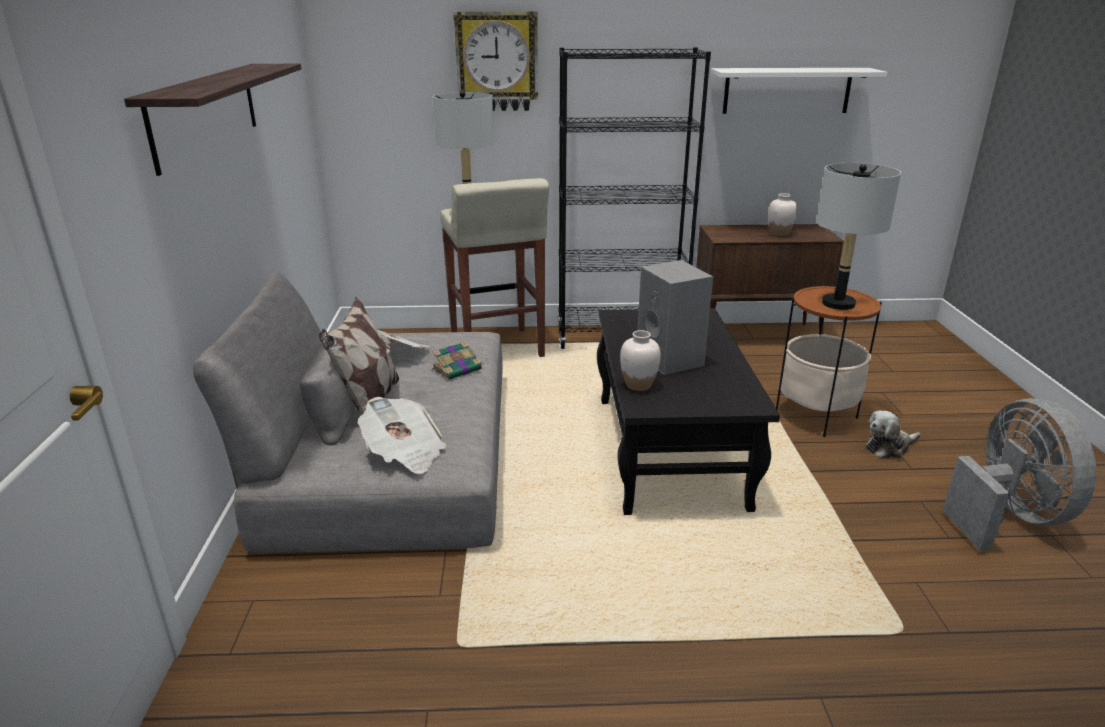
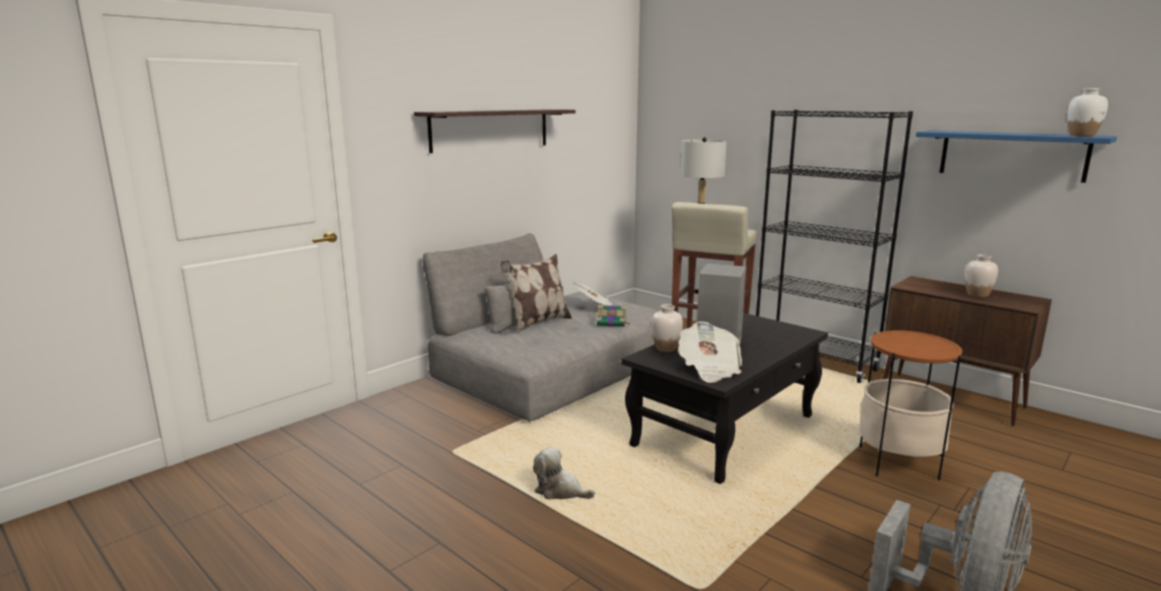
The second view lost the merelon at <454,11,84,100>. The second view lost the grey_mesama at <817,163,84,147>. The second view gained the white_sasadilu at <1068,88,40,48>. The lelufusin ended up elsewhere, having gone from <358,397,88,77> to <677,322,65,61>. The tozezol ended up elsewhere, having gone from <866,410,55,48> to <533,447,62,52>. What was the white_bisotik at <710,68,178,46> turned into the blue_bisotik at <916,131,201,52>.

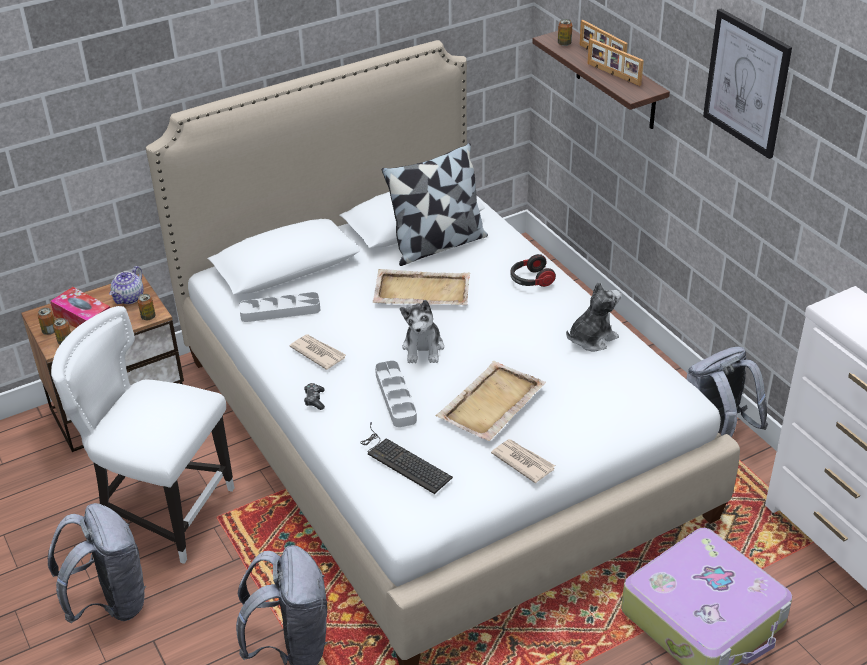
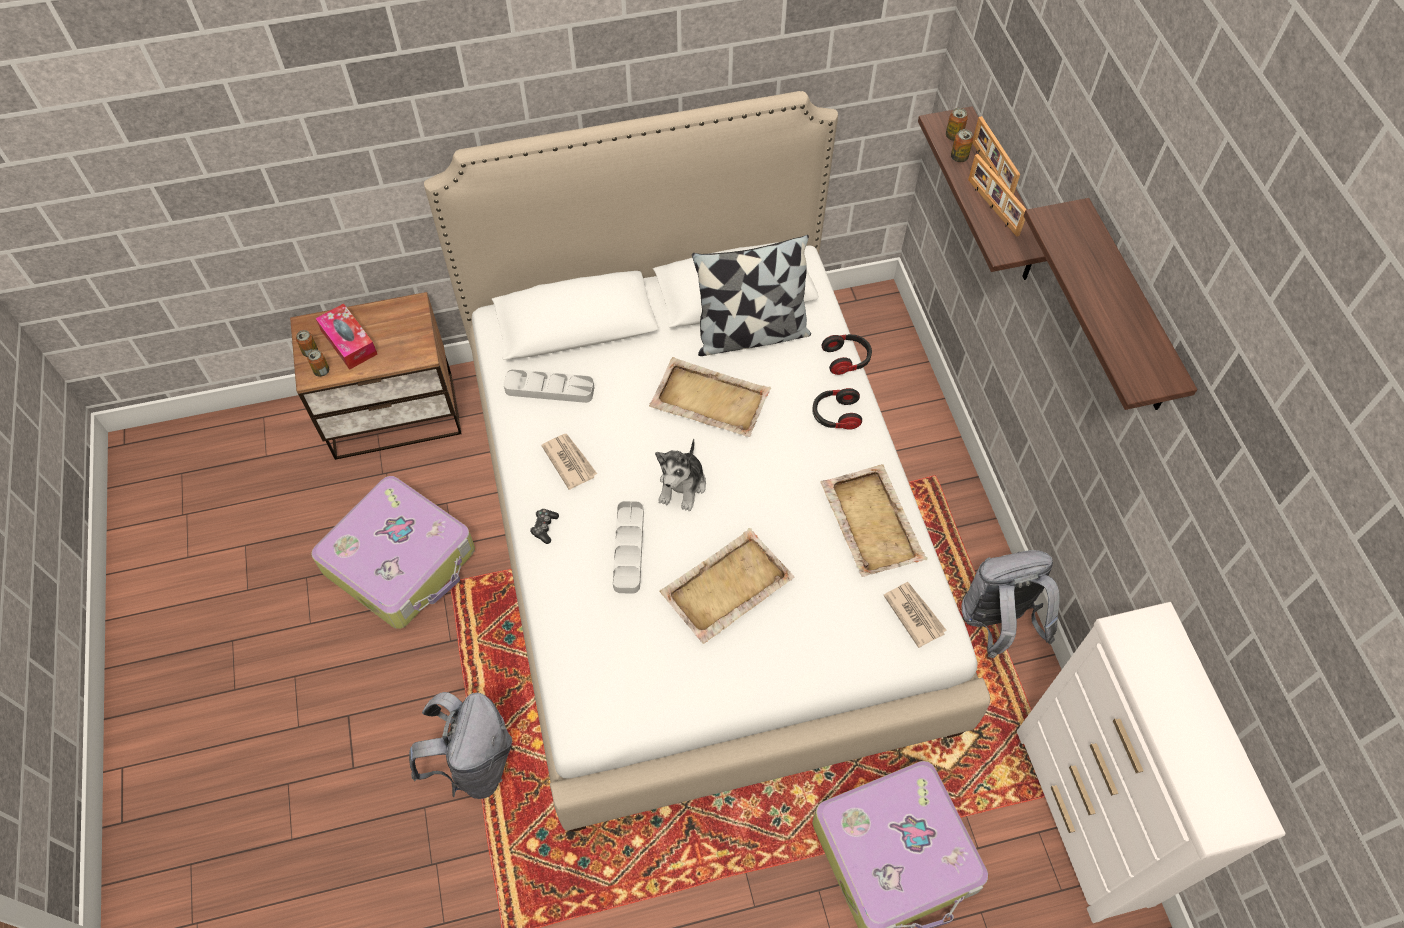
The second view lost the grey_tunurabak at <48,503,98,120>. The second view lost the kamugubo at <109,266,35,38>. The second view lost the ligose at <360,422,93,72>. The second view gained the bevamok at <822,334,50,41>. The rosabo ended up elsewhere, having gone from <137,294,19,26> to <951,129,22,33>. The lelufusin ended up elsewhere, having gone from <491,439,64,44> to <883,582,64,66>. Where the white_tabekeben stood at <51,306,183,258>, the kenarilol came to stand at <311,476,164,153>. Where the tozezol stood at <566,282,55,70>, the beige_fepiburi came to stand at <820,464,108,113>. Where the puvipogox hung at <703,9,89,150>, the bisotik came to hang at <1024,198,173,212>.

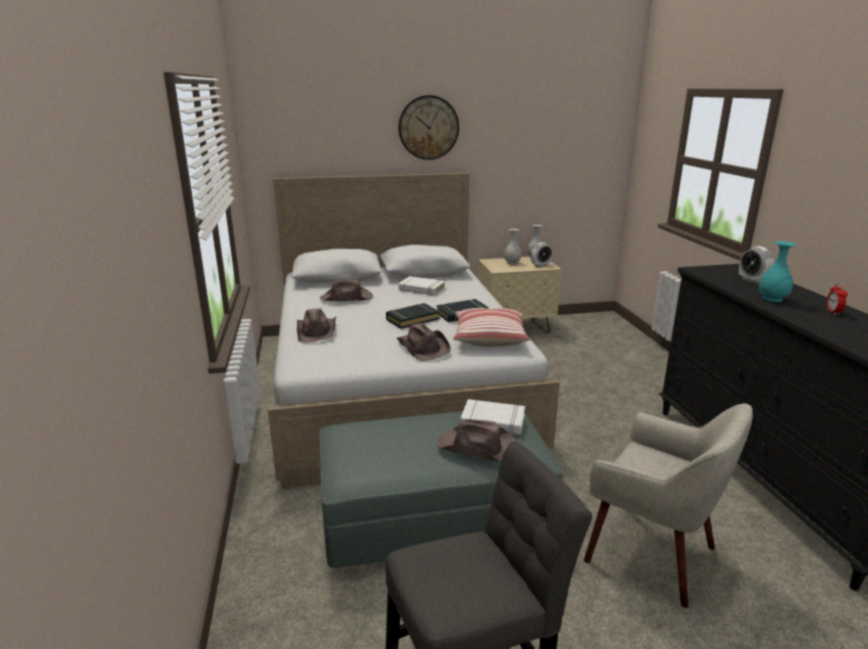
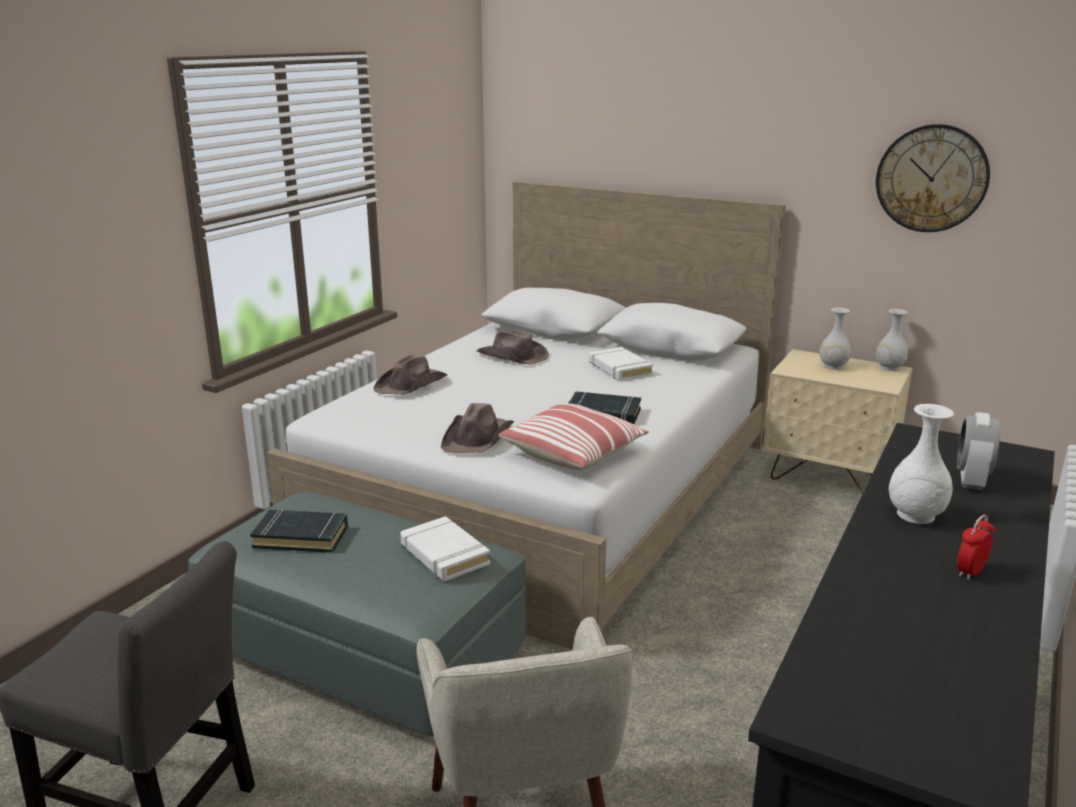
The second view lost the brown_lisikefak at <437,419,79,42>. The second view lost the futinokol at <531,242,21,25>. The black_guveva ended up elsewhere, having gone from <386,303,54,26> to <250,509,98,44>. The merelon ended up elsewhere, having gone from <398,95,61,65> to <876,124,114,108>. What was the turquoise_sasadilu at <759,241,37,61> turned into the white_sasadilu at <889,404,65,120>.

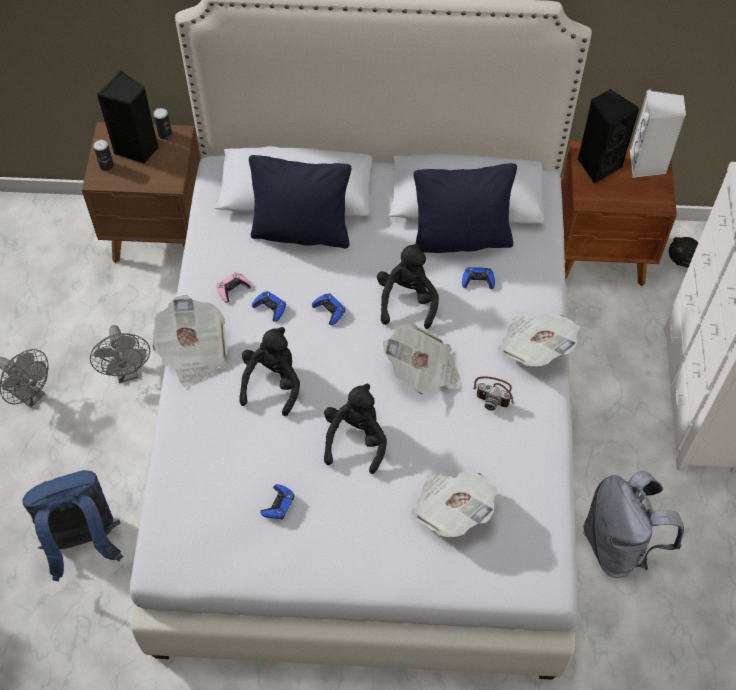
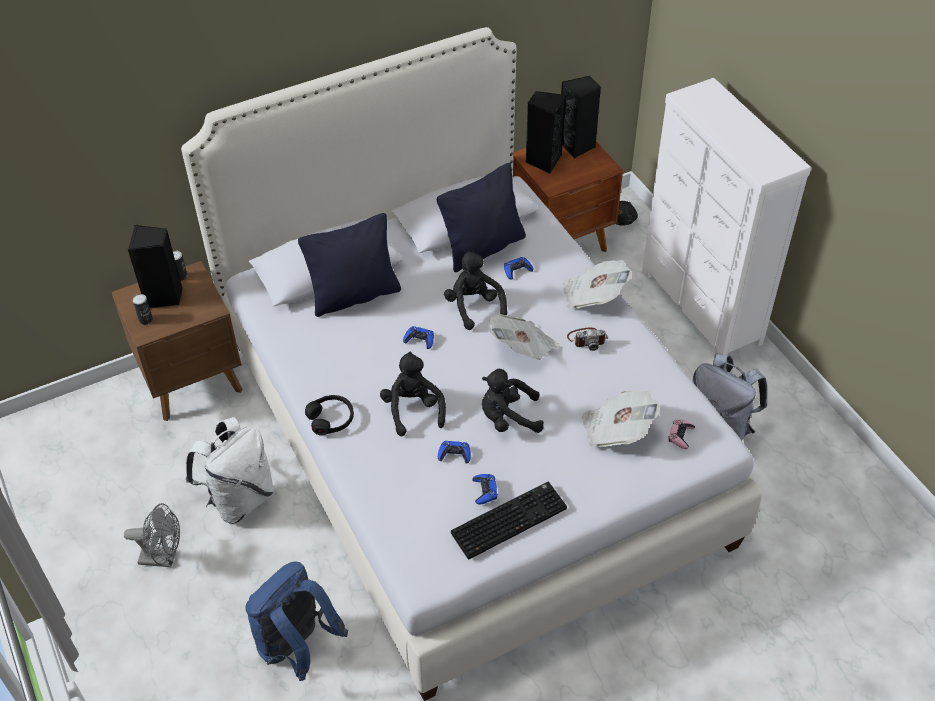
The second view gained the ligose at <451,482,116,78>. The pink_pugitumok ended up elsewhere, having gone from <217,272,34,31> to <668,419,27,30>. The blue_pugitumok ended up elsewhere, having gone from <252,291,34,31> to <438,441,33,23>. Where the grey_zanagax stood at <90,325,60,58>, the white_tunurabak came to stand at <186,417,89,107>. Where the lelufusin stood at <152,295,75,93>, the black_bevamok came to stand at <305,395,49,41>. What was the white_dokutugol at <630,89,56,89> turned into the black_dokutugol at <561,76,40,82>. The black_tozezol at <324,383,63,91> ended up facing another way, 75 degrees counterclockwise from before.

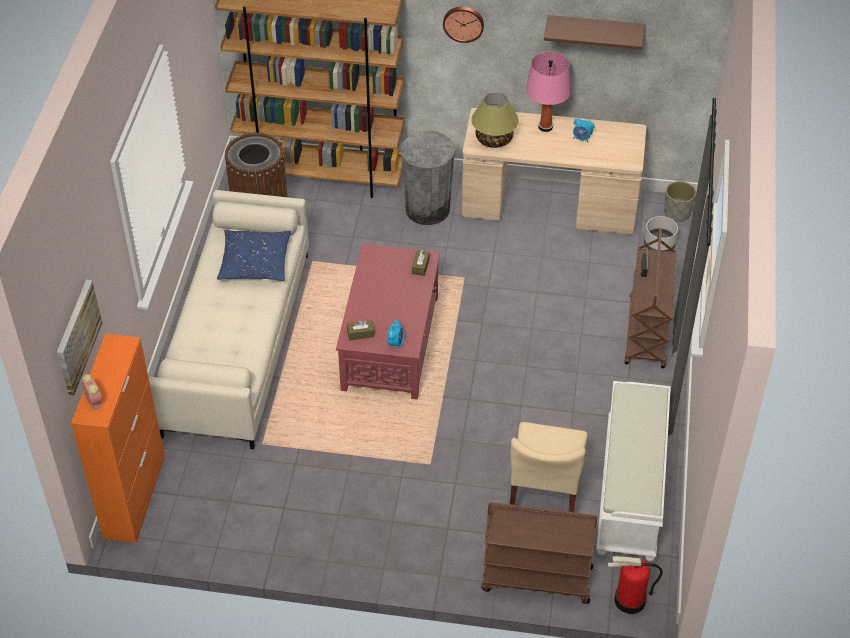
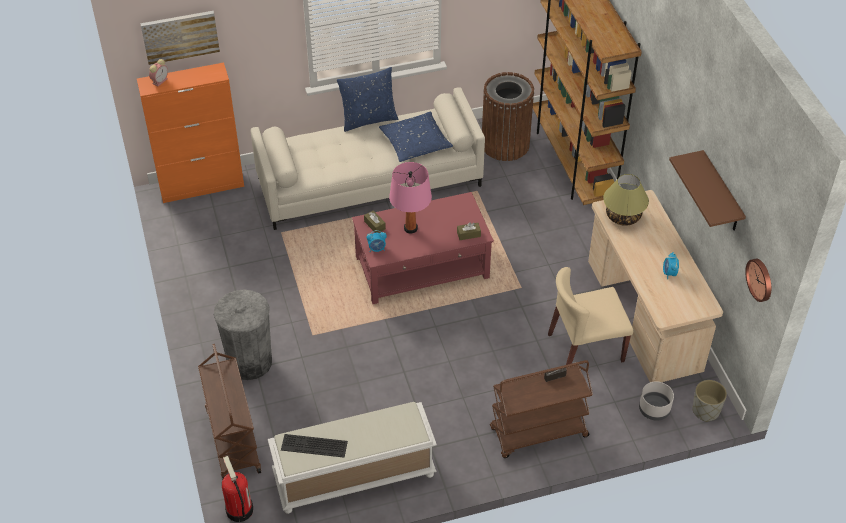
The second view gained the ligose at <281,434,67,24>. The second view gained the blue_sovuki at <337,67,61,65>. The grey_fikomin ended up elsewhere, having gone from <400,131,55,94> to <214,289,58,91>. The merelon ended up elsewhere, having gone from <443,7,41,36> to <745,259,26,43>. The beige_tabekeben ended up elsewhere, having gone from <510,422,78,94> to <548,267,85,98>. The pink_mesama ended up elsewhere, having gone from <526,52,45,80> to <389,162,43,71>.

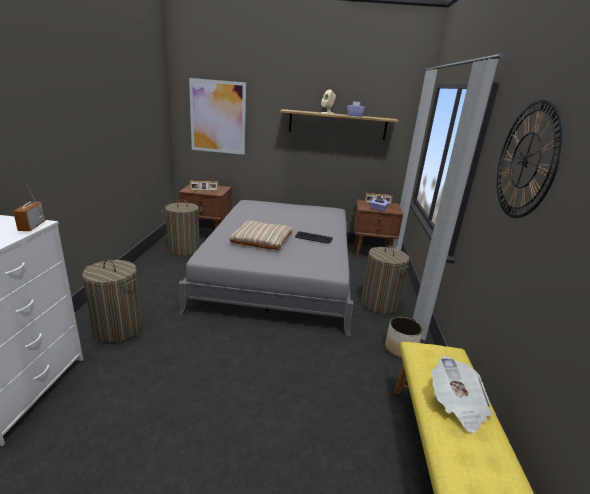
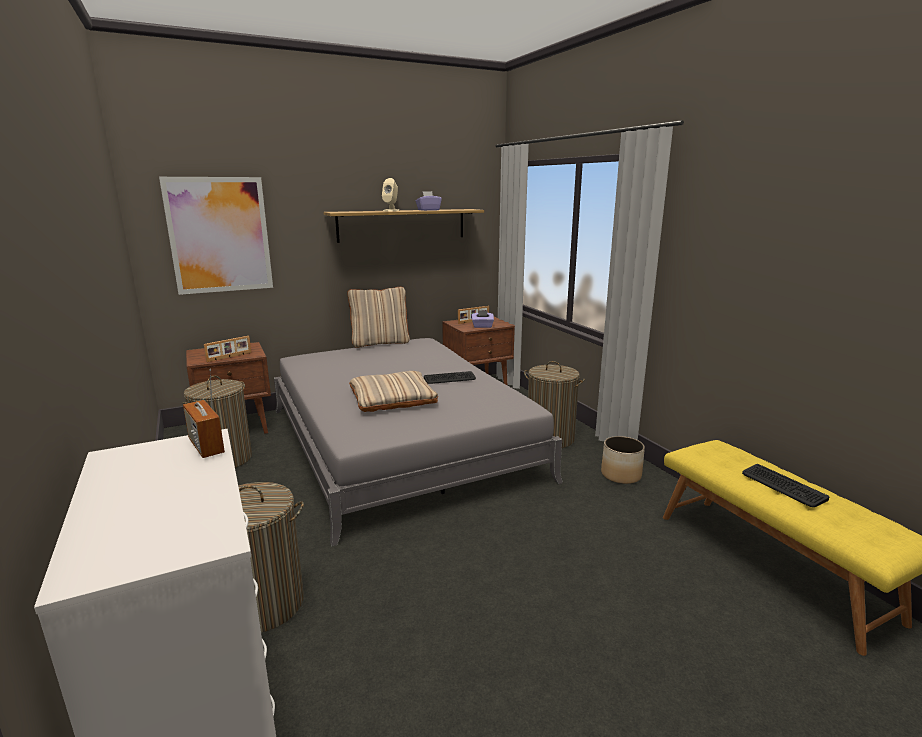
The second view lost the merelon at <497,99,67,119>. The second view gained the beige_sovuki at <347,287,63,61>. Where the lelufusin stood at <431,356,62,77>, the ligose came to stand at <742,464,87,43>.

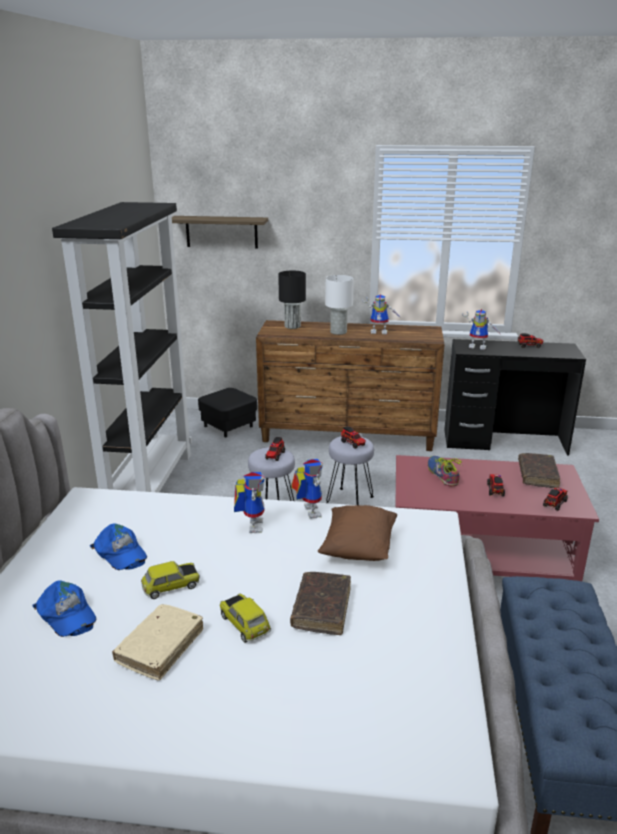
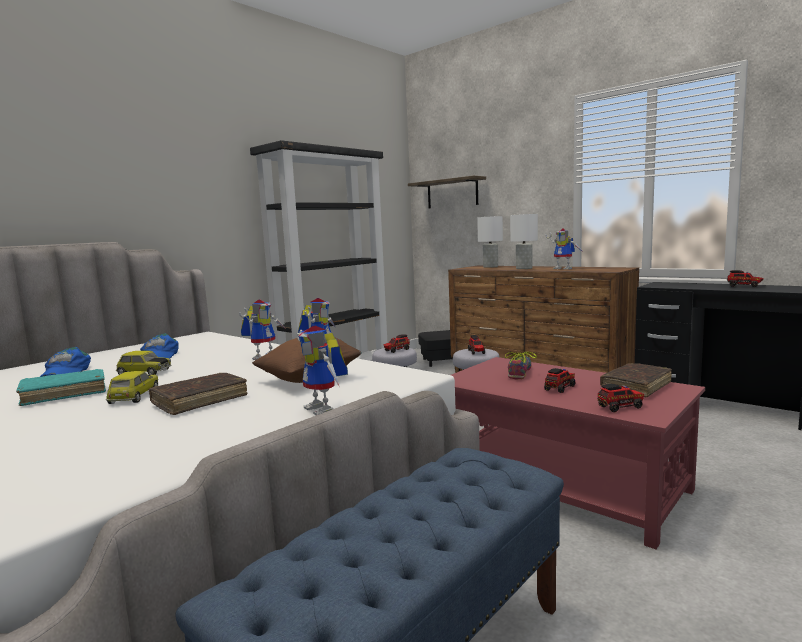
The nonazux ended up elsewhere, having gone from <462,309,38,41> to <297,326,51,89>. What was the beige_guveva at <112,604,91,76> turned into the turquoise_guveva at <16,369,90,37>. What was the black_mesama at <278,271,28,58> turned into the white_mesama at <477,216,26,52>.

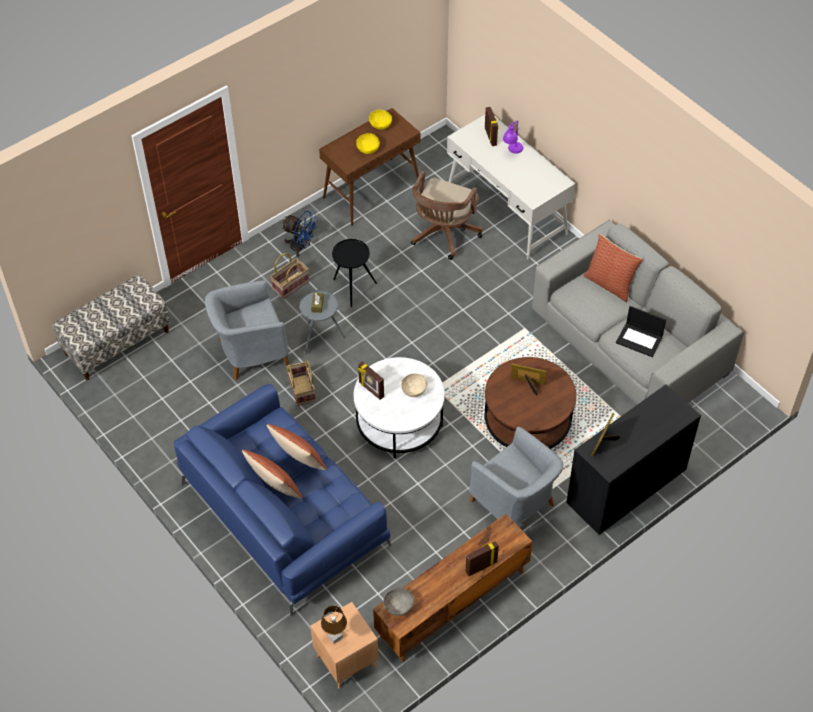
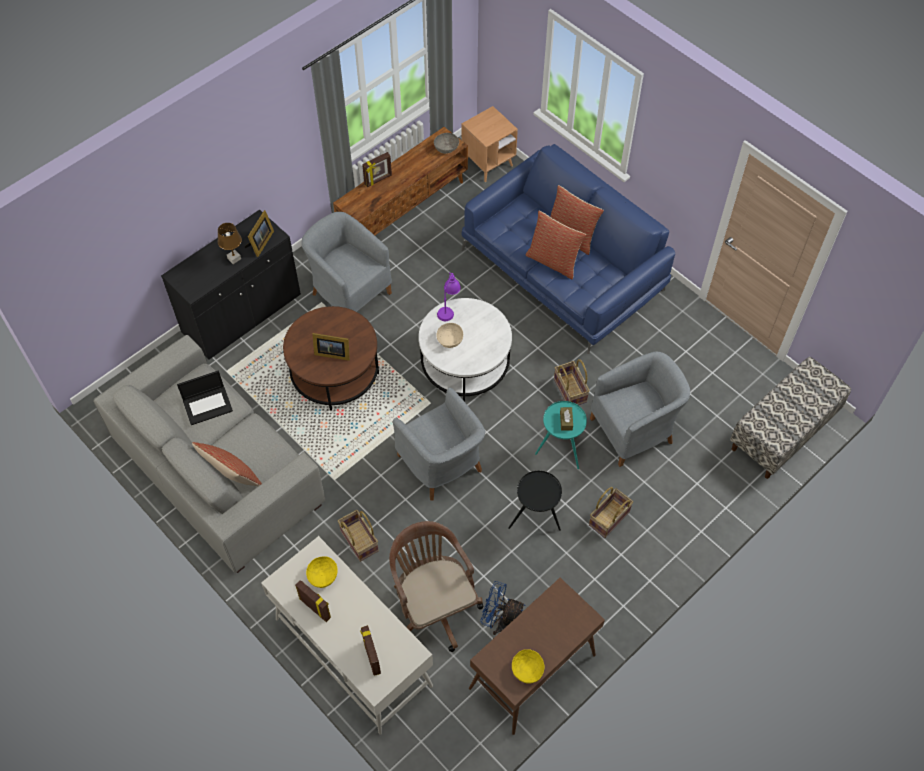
The second view gained the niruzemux at <338,510,41,52>. The second view gained the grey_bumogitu at <393,388,92,112>. The blue_zanagax ended up elsewhere, having gone from <281,211,37,46> to <480,581,46,54>. The brown_mesama ended up elsewhere, having gone from <321,605,26,39> to <218,223,24,41>. The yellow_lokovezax ended up elsewhere, having gone from <356,133,24,21> to <306,556,31,32>. The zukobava ended up elsewhere, having gone from <358,361,26,39> to <295,580,36,42>. The purple_mesama ended up elsewhere, having gone from <503,121,20,33> to <437,272,24,49>. What was the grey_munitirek at <299,290,46,66> turned into the turquoise_munitirek at <535,401,52,69>. The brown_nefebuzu at <411,171,71,89> ended up facing another way, 45 degrees counterclockwise from before. The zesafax at <616,306,50,51> ended up facing another way, 135 degrees clockwise from before.

